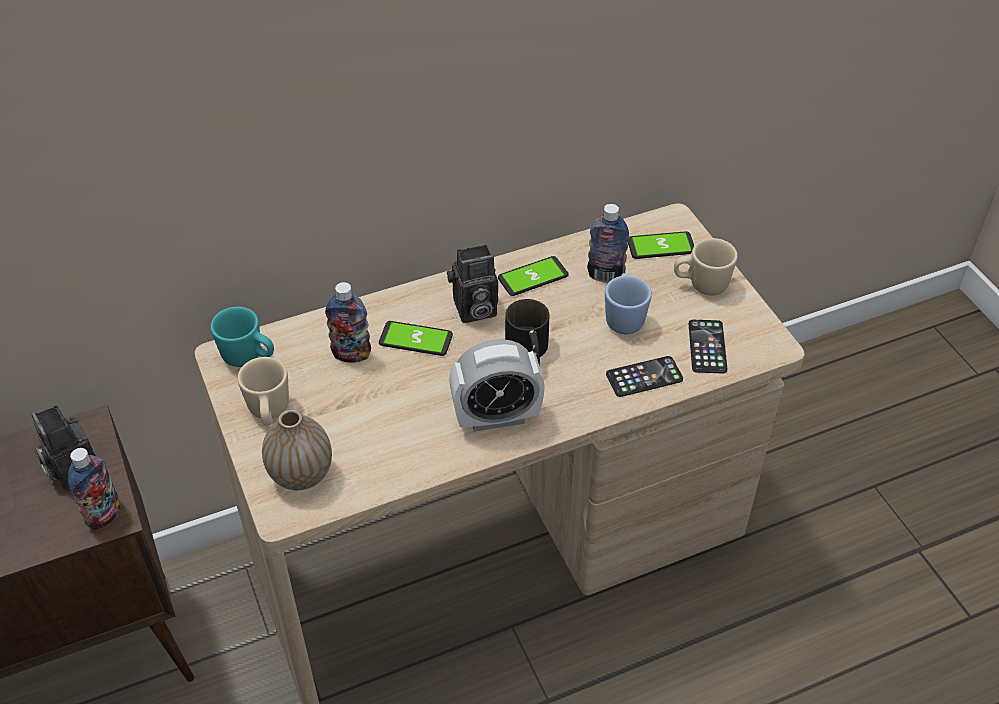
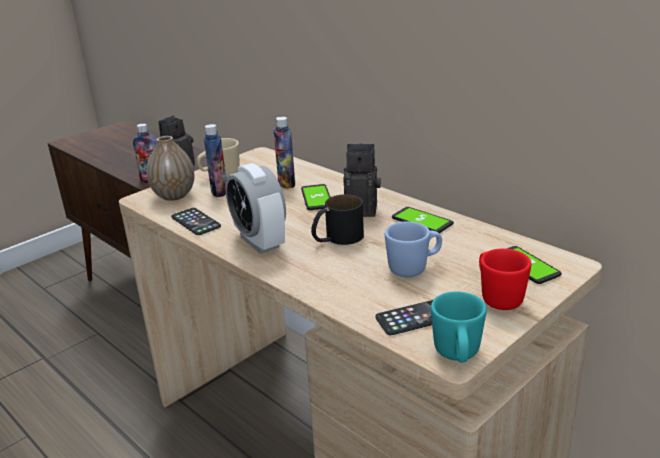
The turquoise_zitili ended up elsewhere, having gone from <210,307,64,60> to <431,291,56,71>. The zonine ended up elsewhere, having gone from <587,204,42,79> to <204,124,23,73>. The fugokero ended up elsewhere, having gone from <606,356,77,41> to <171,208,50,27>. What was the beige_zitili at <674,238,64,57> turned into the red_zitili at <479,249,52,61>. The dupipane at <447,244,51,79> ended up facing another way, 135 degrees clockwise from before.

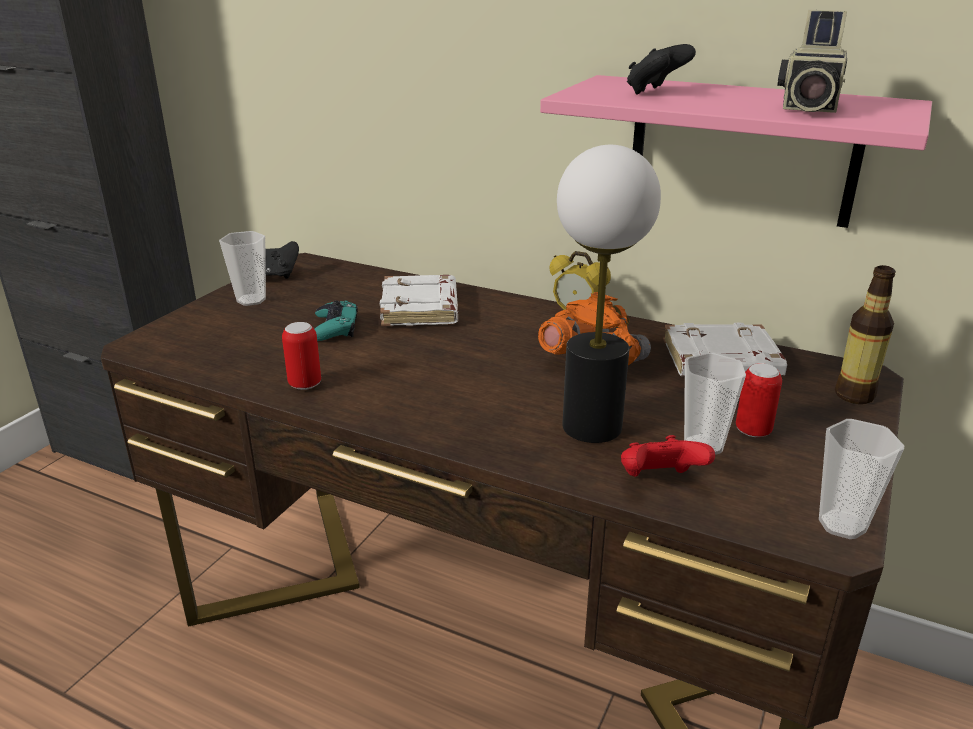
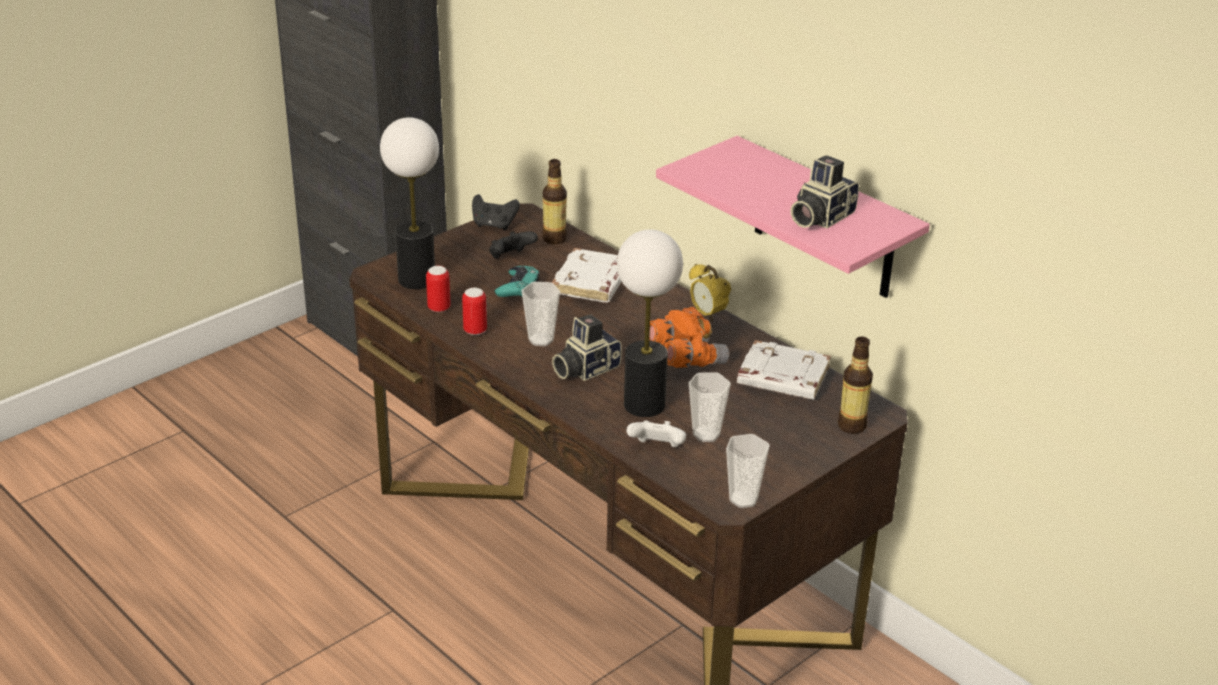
The second view gained the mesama at <380,117,59,172>. The second view gained the zonine at <542,159,25,85>. The second view gained the dupipane at <552,314,70,67>. The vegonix ended up elsewhere, having gone from <219,231,47,75> to <522,282,38,64>. The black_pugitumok ended up elsewhere, having gone from <627,44,69,50> to <489,231,49,28>. The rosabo ended up elsewhere, having gone from <736,363,46,74> to <426,266,25,46>. What was the red_pugitumok at <621,435,94,42> turned into the white_pugitumok at <627,420,59,27>.

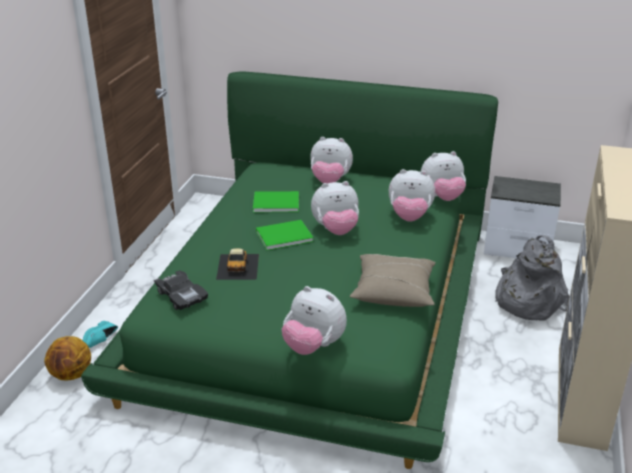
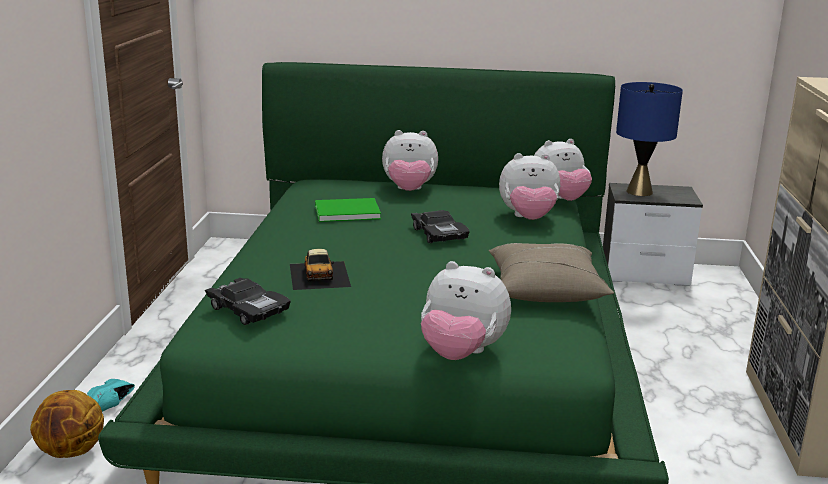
The second view lost the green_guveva at <256,220,57,30>. The second view lost the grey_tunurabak at <495,235,75,85>. The second view gained the blue_mesama at <616,82,67,114>. Where the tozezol stood at <311,181,48,54>, the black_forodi came to stand at <411,210,59,33>.

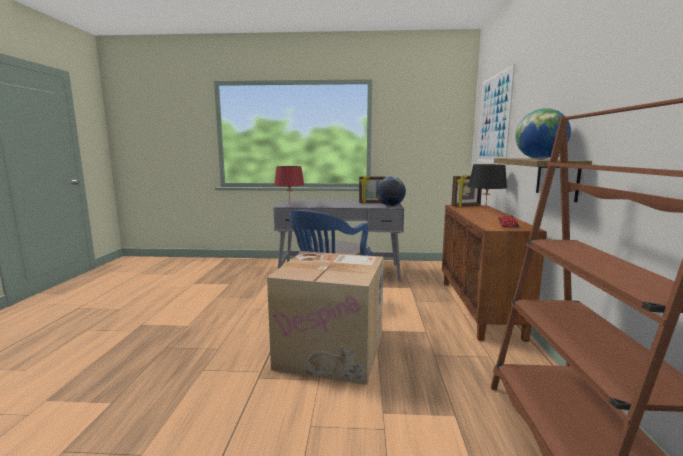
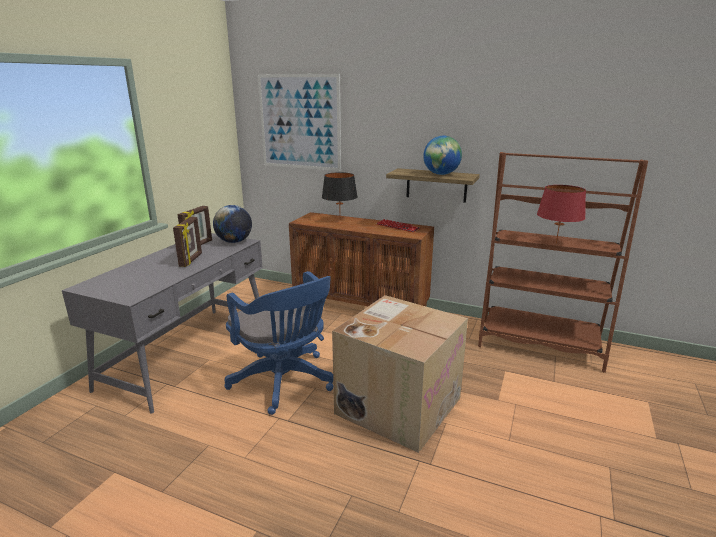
The red_mesama ended up elsewhere, having gone from <274,166,30,33> to <537,185,49,59>. The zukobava ended up elsewhere, having gone from <451,175,31,32> to <173,217,29,50>.

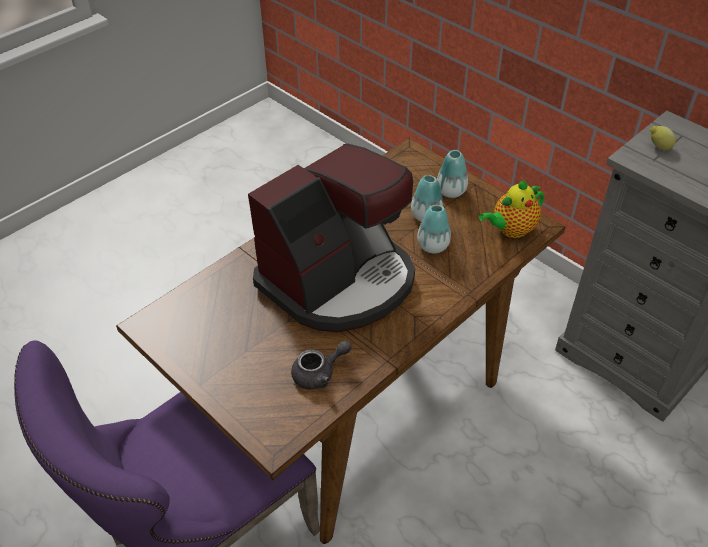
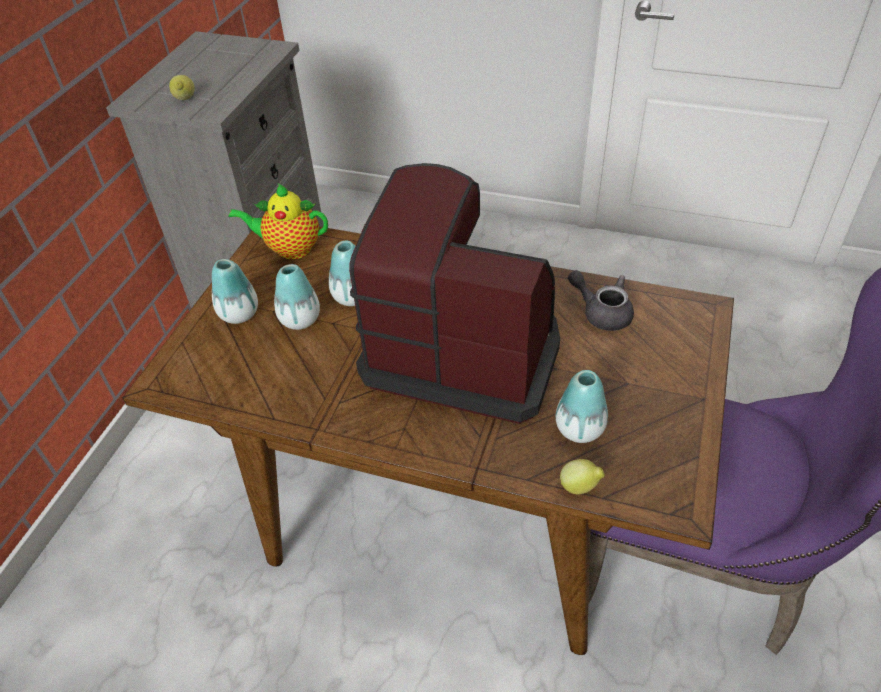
The second view gained the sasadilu at <556,370,52,73>. The second view gained the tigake at <560,459,45,35>. The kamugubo at <479,180,66,58> ended up facing another way, 150 degrees clockwise from before.

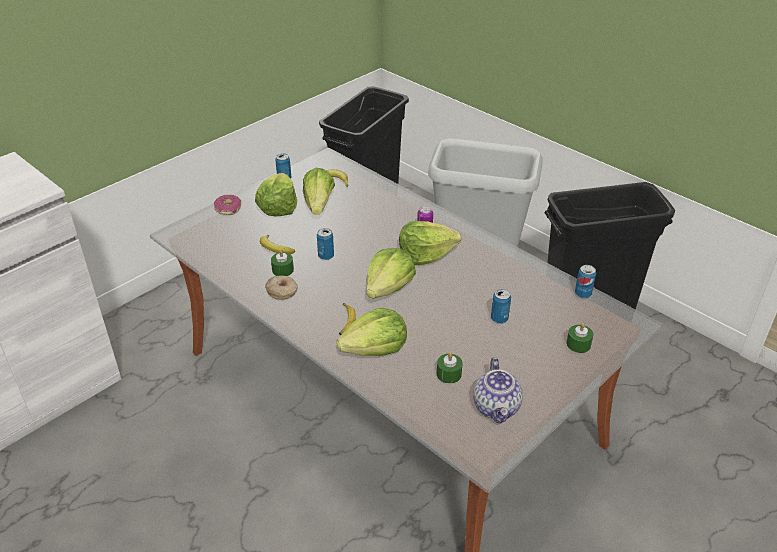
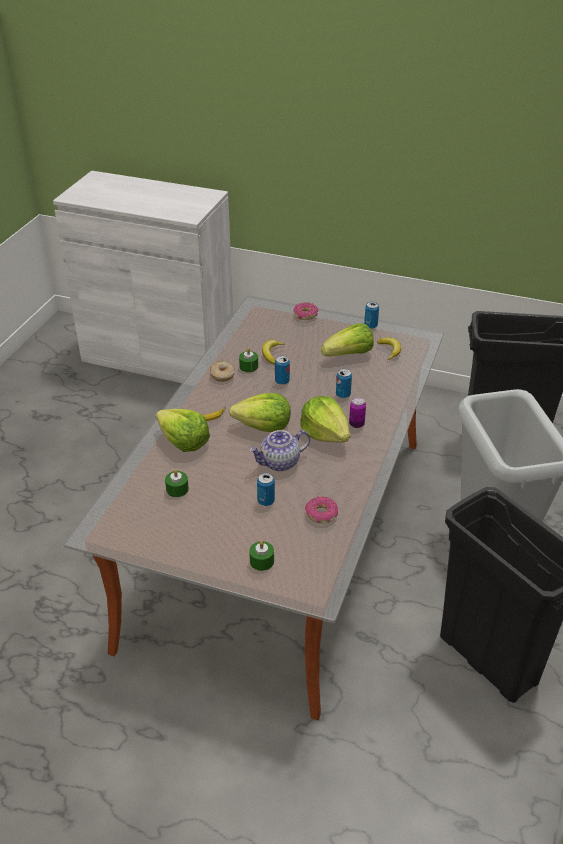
The second view lost the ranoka at <255,173,42,43>. The second view gained the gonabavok at <305,497,33,27>. The kamugubo ended up elsewhere, having gone from <473,357,50,67> to <249,430,61,41>. The rosabo ended up elsewhere, having gone from <575,265,21,33> to <336,369,16,29>.

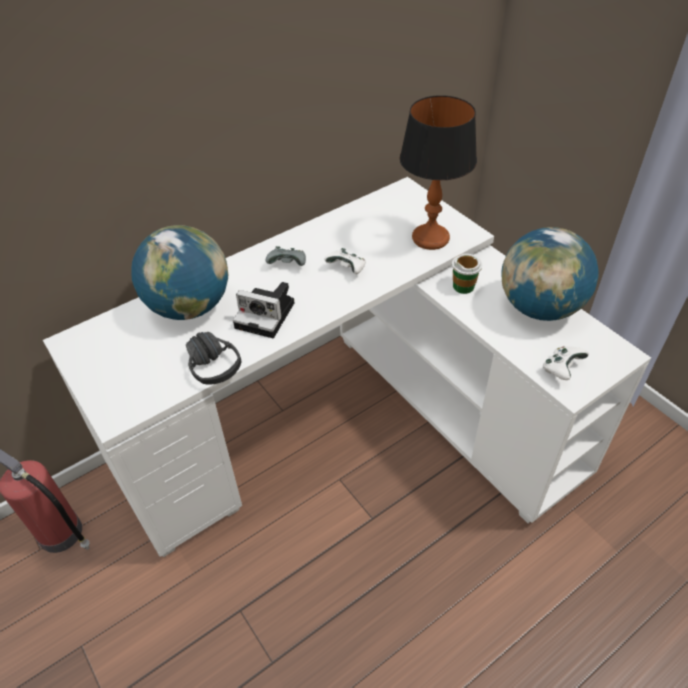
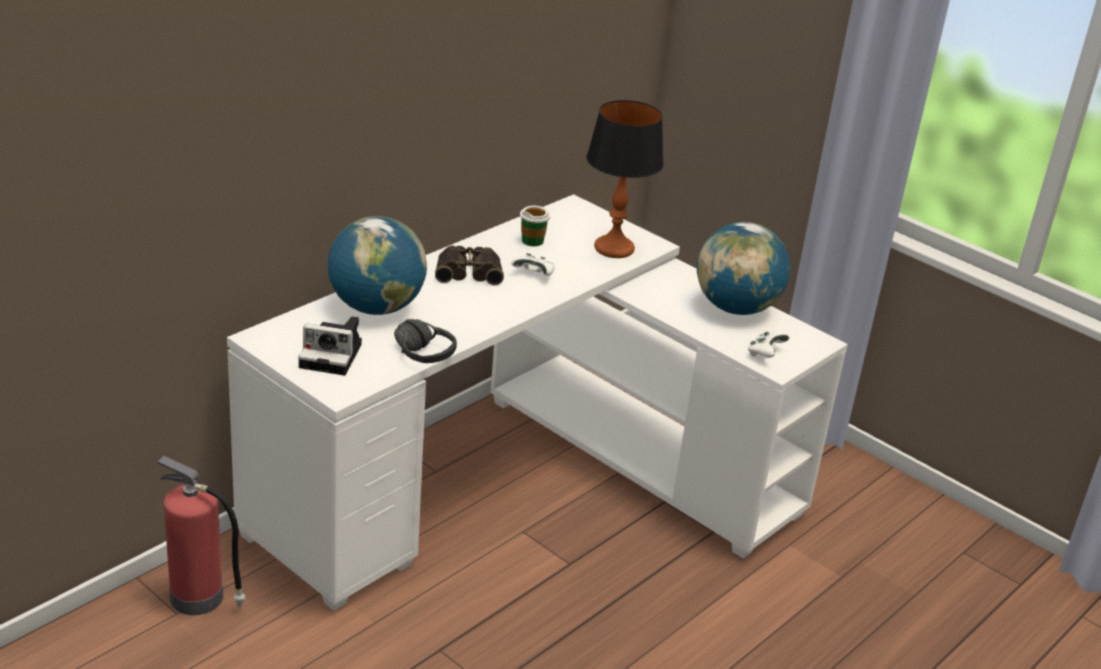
The dupipane ended up elsewhere, having gone from <233,282,61,56> to <298,316,64,60>. The vegonix ended up elsewhere, having gone from <452,254,30,40> to <520,206,30,40>. Where the grey_pugitumok stood at <265,246,41,20>, the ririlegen came to stand at <435,246,69,40>.

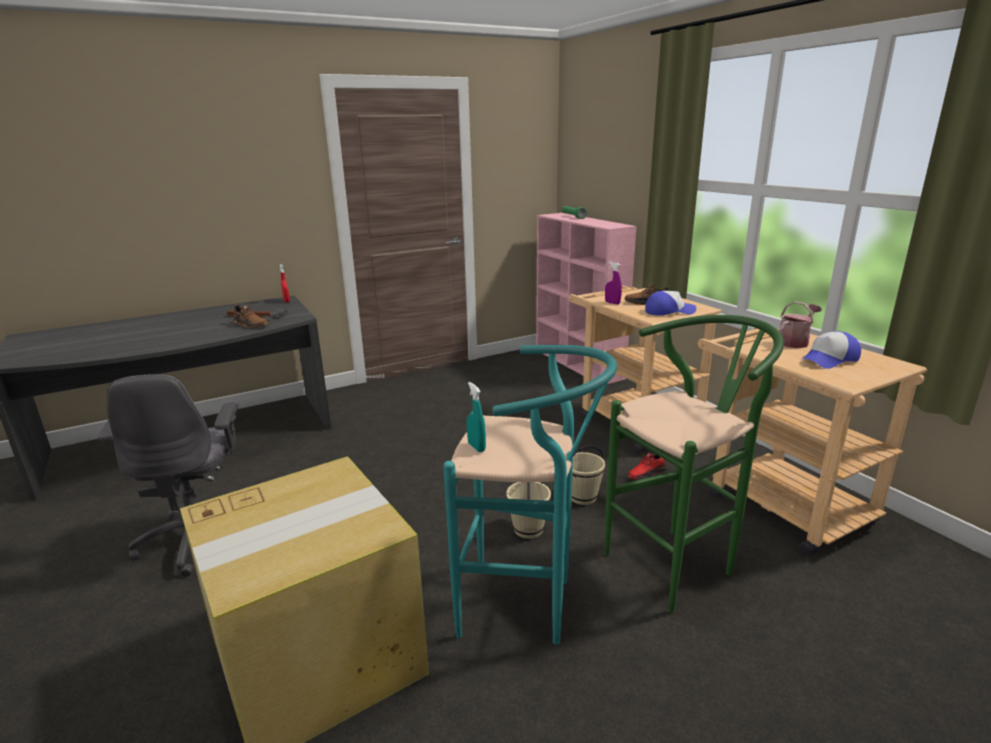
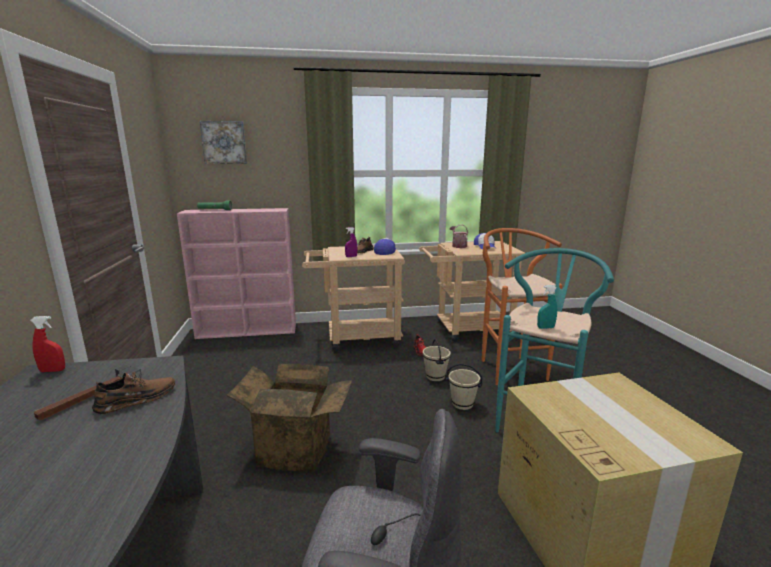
The second view gained the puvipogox at <200,121,47,43>. The second view gained the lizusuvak at <227,364,125,108>. What was the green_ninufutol at <605,315,179,299> turned into the orange_ninufutol at <482,228,80,157>.

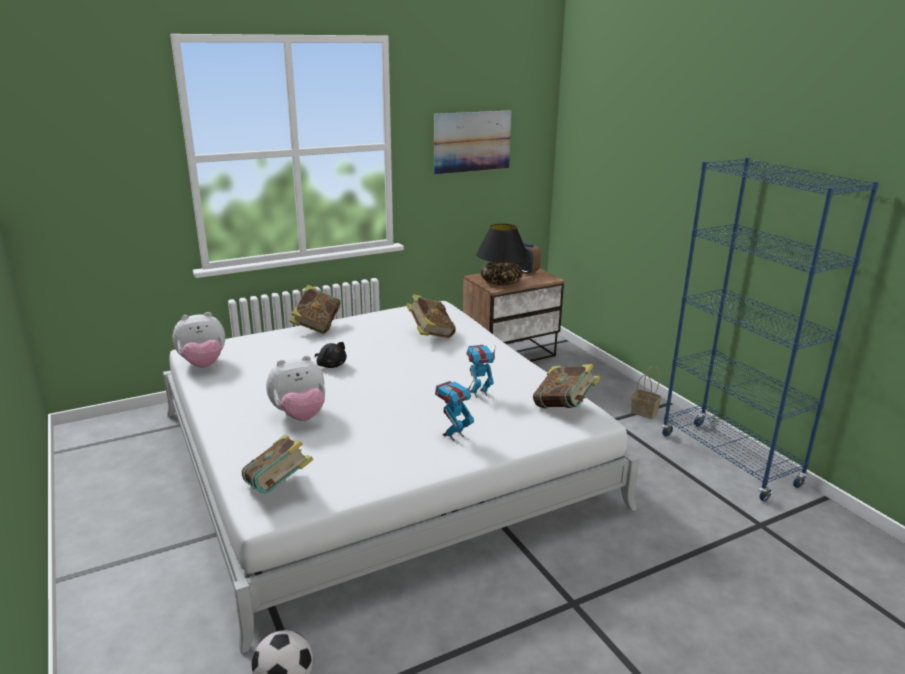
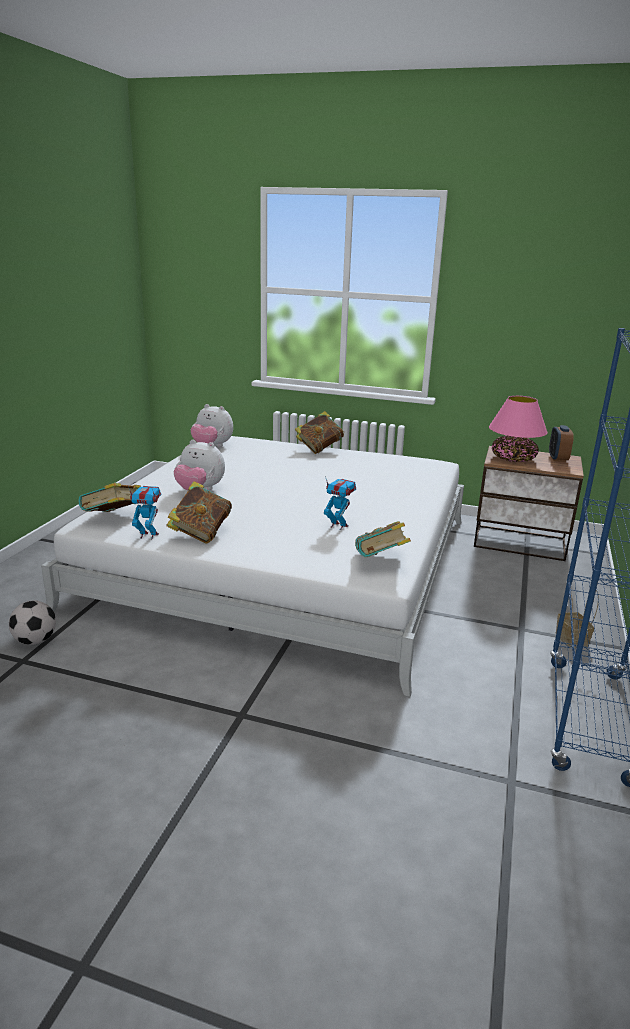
The second view lost the black_tozezol at <315,342,32,26>. The second view lost the puvipogox at <434,110,77,64>. The guveva ended up elsewhere, having gone from <406,294,50,44> to <167,481,65,63>. The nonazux ended up elsewhere, having gone from <435,380,39,61> to <128,486,33,54>. What was the black_mesama at <476,224,53,61> turned into the pink_mesama at <489,396,58,66>.

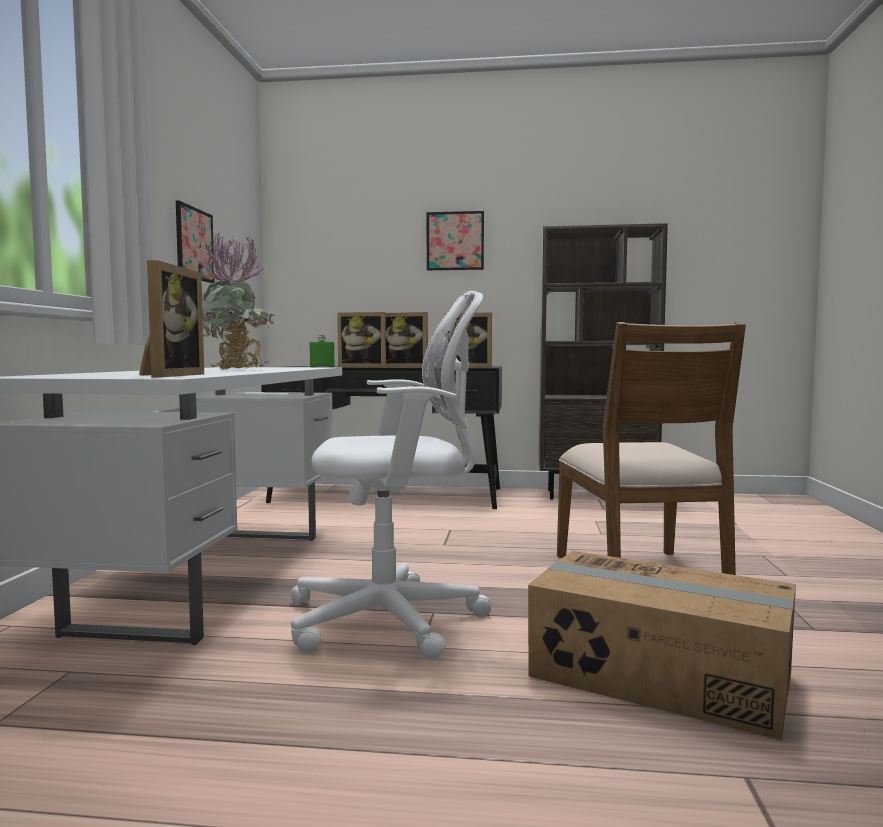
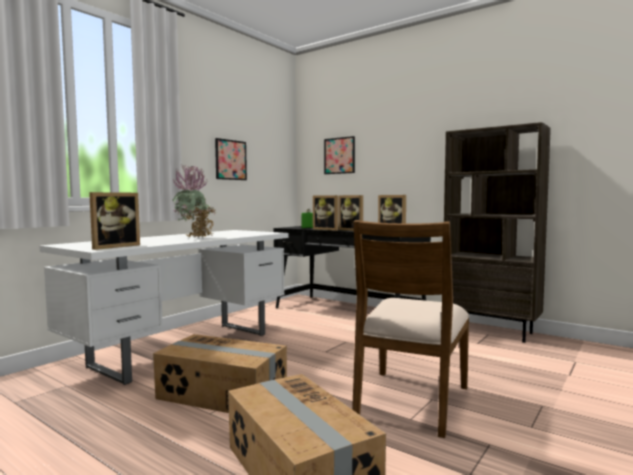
The puvipogox ended up elsewhere, having gone from <427,211,57,59> to <324,136,31,38>. Where the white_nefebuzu stood at <291,291,201,369>, the lizusuvak came to stand at <153,334,134,79>.

